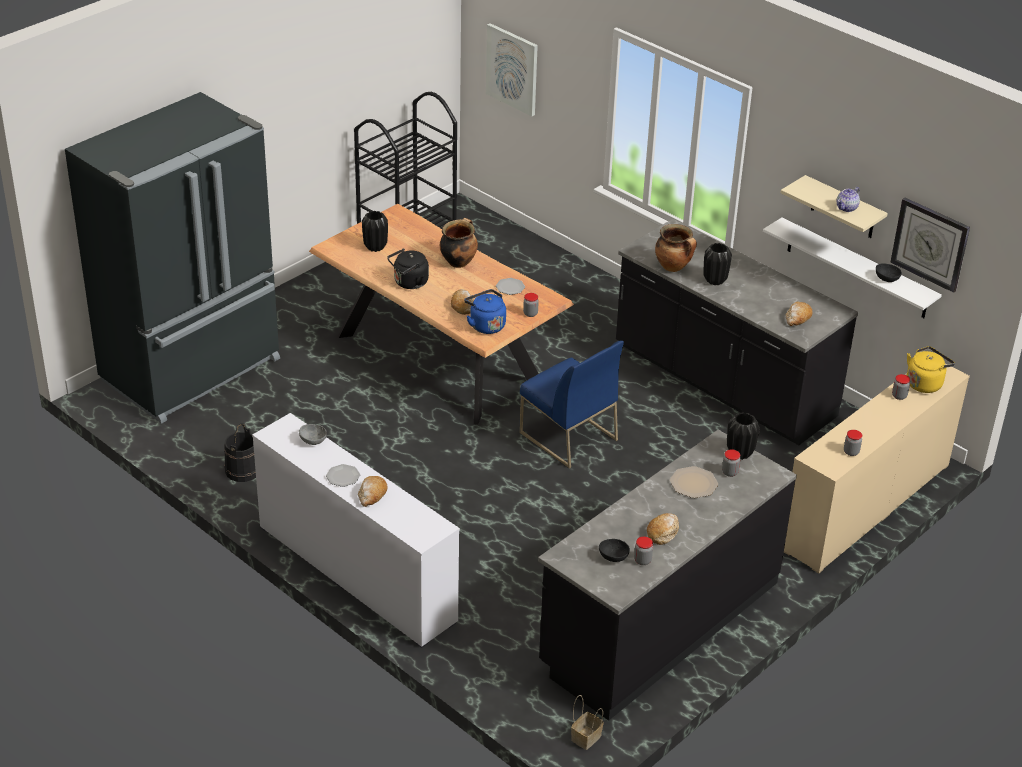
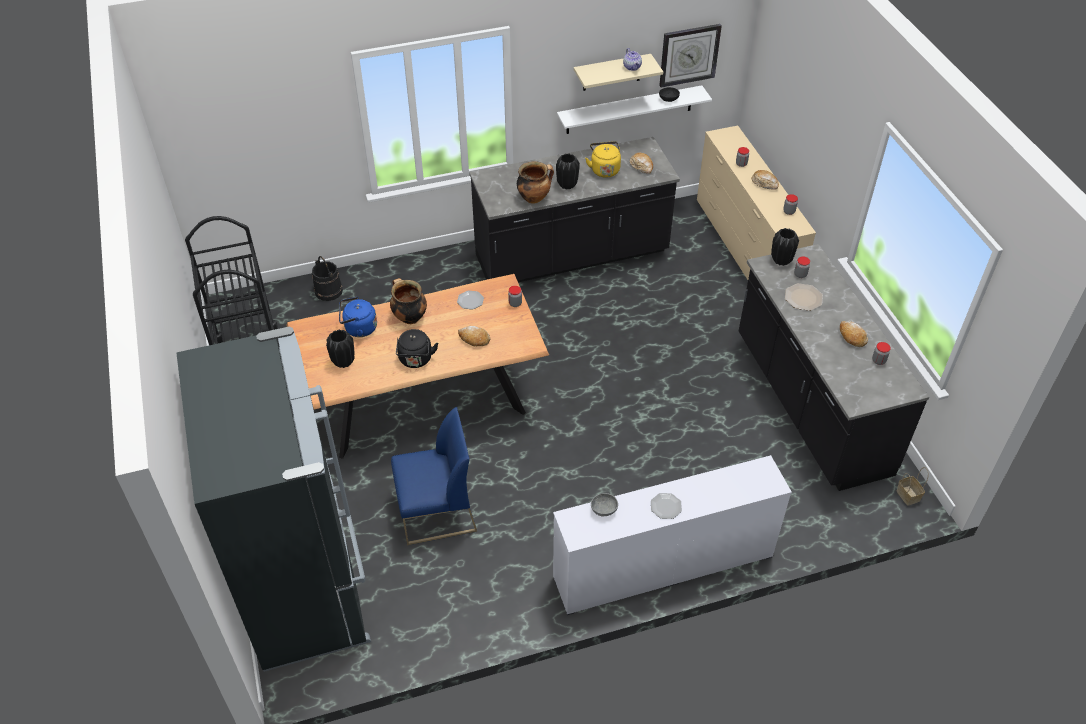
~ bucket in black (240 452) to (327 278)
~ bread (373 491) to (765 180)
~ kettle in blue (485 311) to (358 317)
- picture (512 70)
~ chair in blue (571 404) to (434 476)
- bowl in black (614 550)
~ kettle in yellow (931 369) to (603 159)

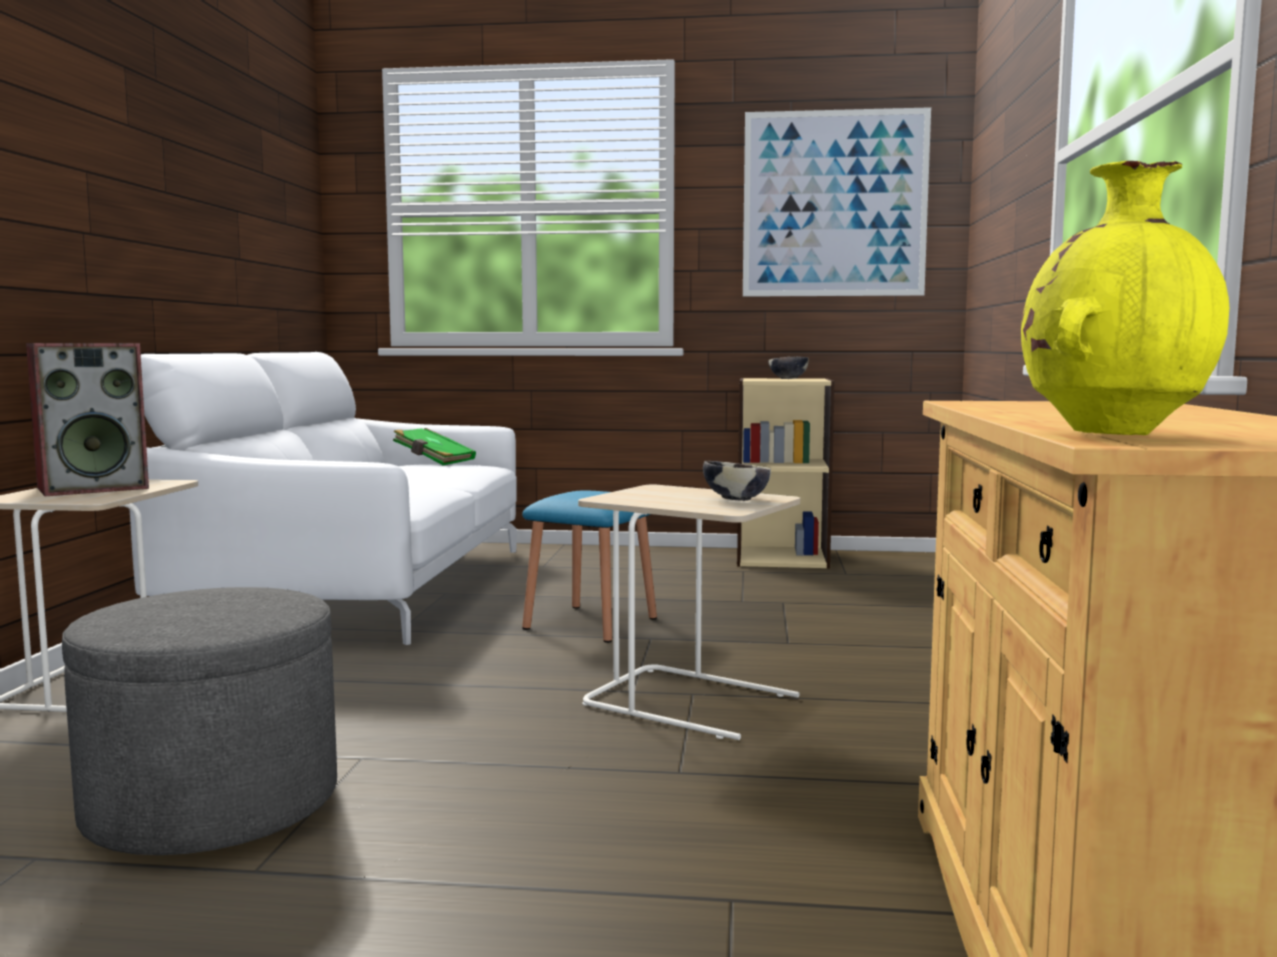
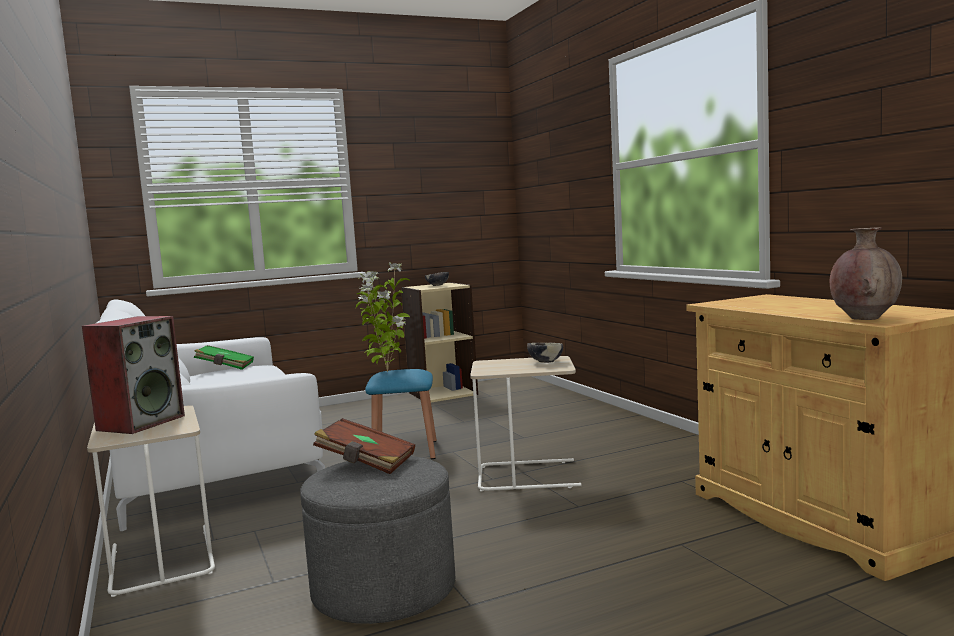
- picture (837 202)
~ vase in yellow (1125 298) to vase in brown (866 273)
+ book in brown (364 446)
+ potted plant (383 317)

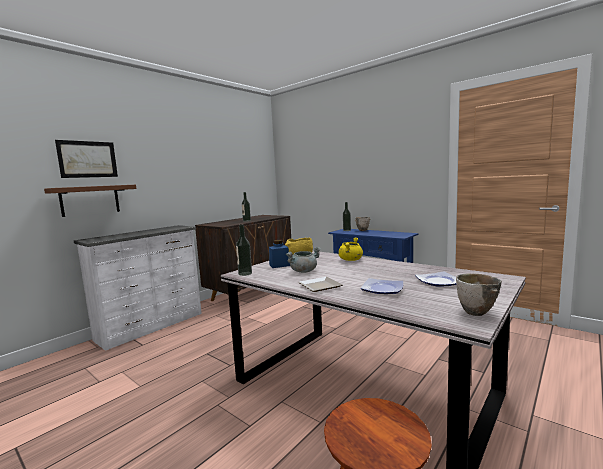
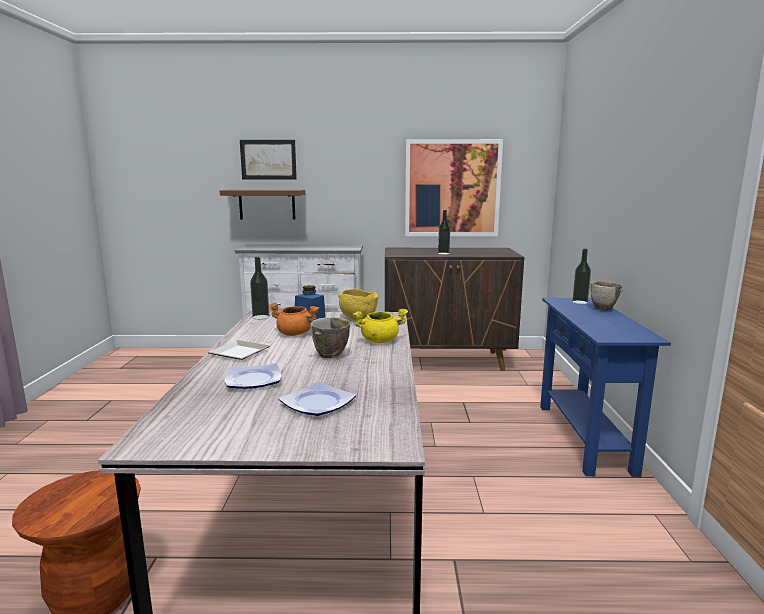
~ cooking pot in grey (303 260) to cooking pot in orange (294 319)
~ bowl (479 294) to (330 337)
+ picture (454 187)

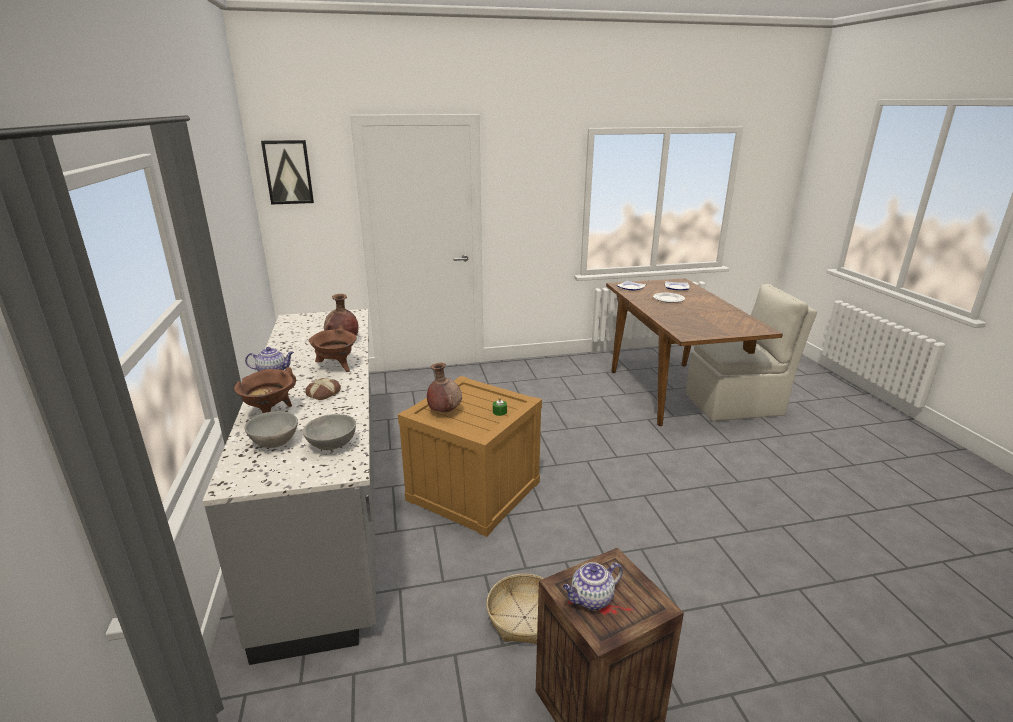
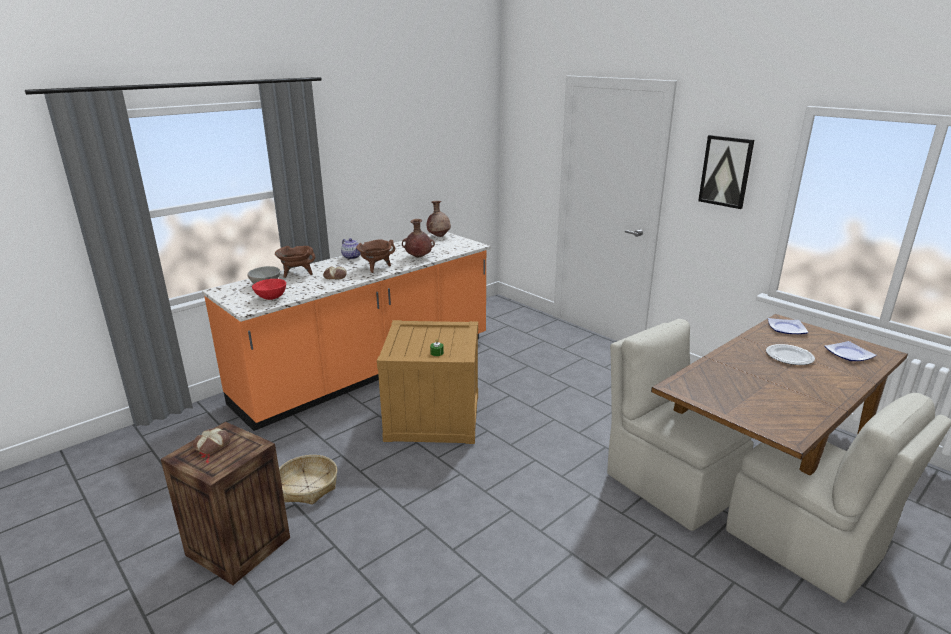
~ counter in grey (289 487) to counter in orange (346 331)
~ picture (287 172) to (726 172)
~ bowl in grey (329 432) to bowl in red (269 289)
~ vase in brown (444 387) to (439 219)
~ teapot (593 586) to bread (212 441)
+ chair in beige (680 425)

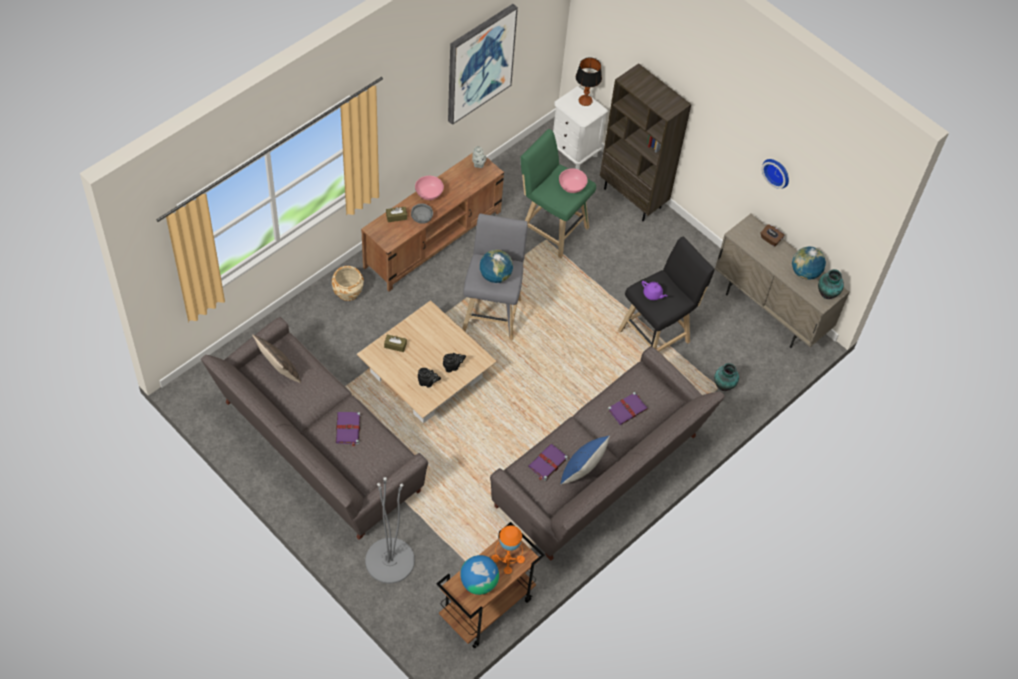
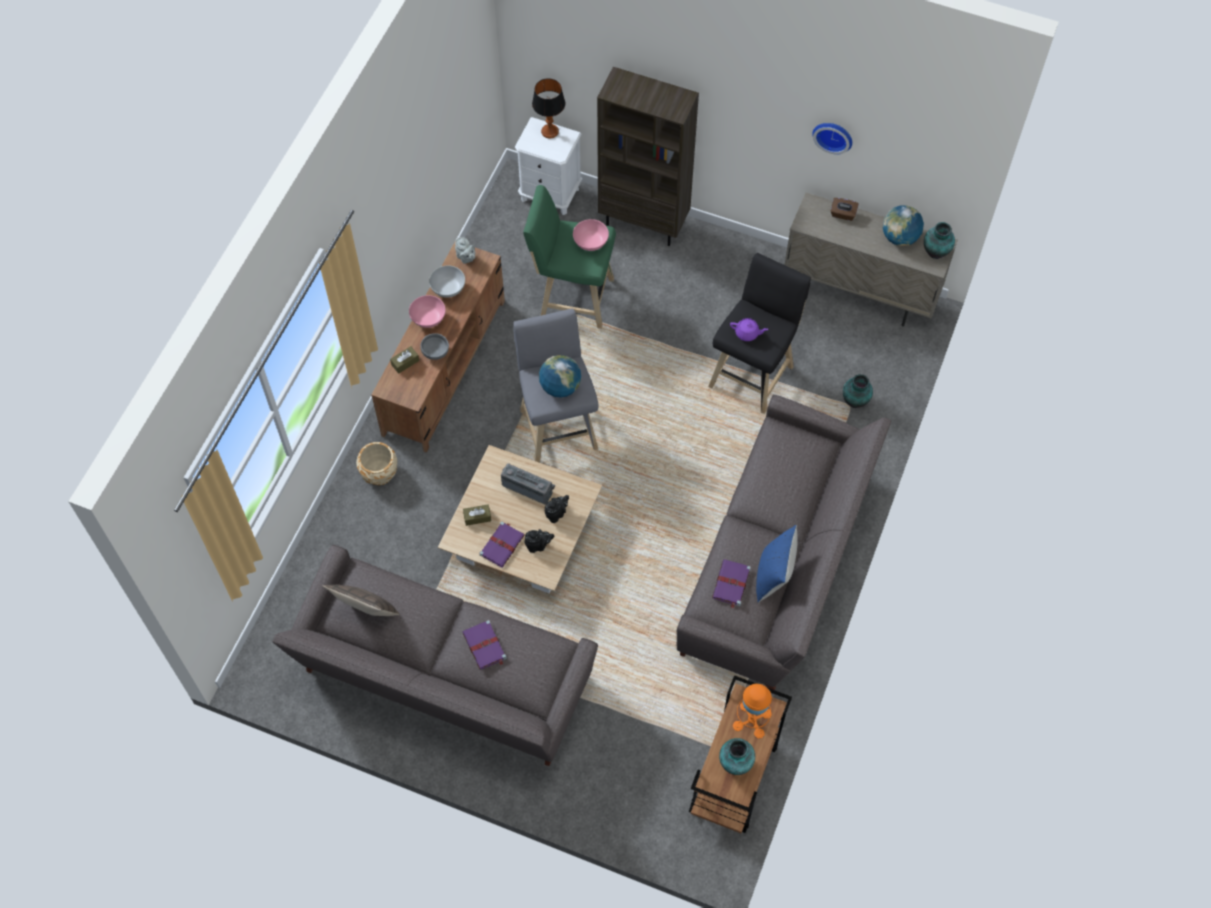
- floor lamp in grey (390 530)
- picture (483 64)
~ globe (479 575) to vase (737 756)
~ book in purple (627 408) to (502 545)
+ bowl in white (447 281)
+ radio (528 483)

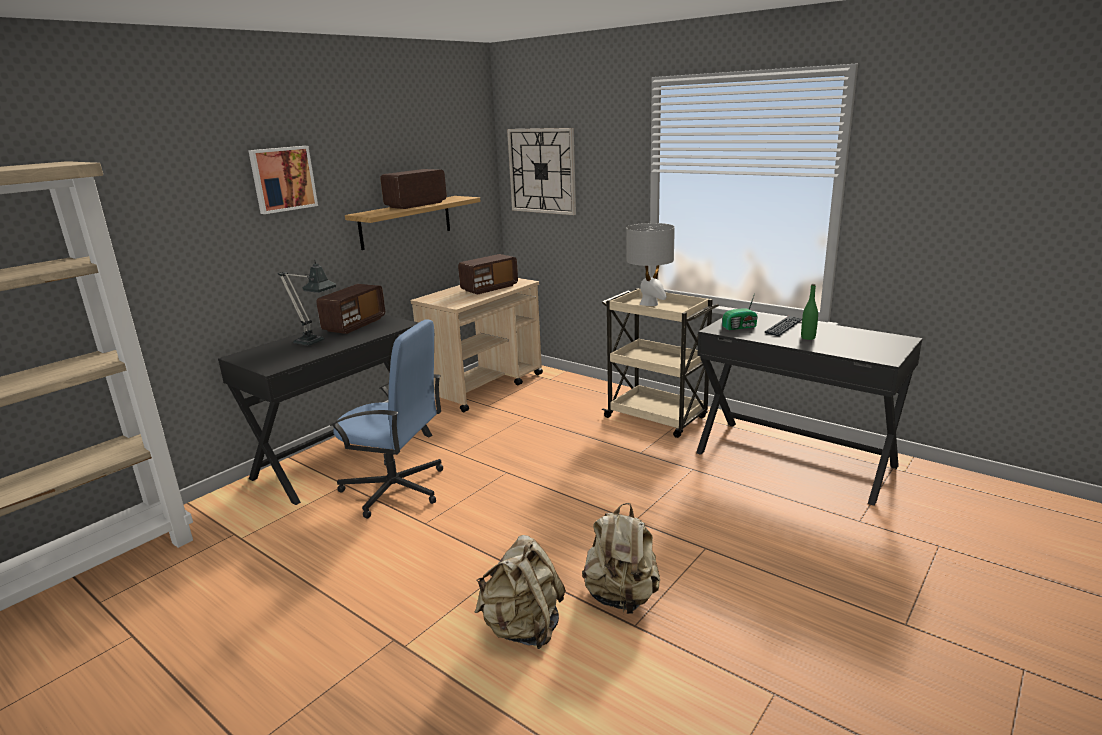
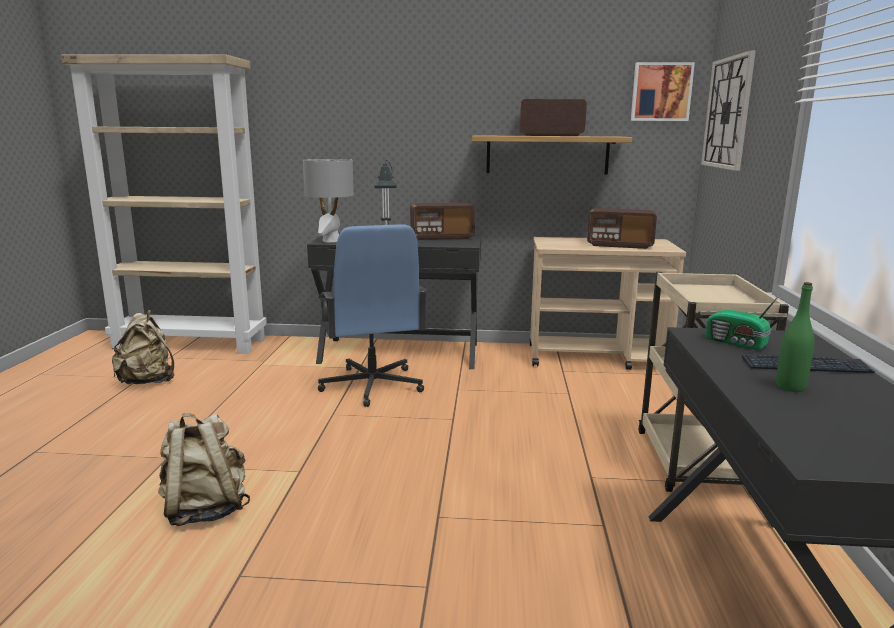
~ picture (283 180) to (663 91)
~ backpack in beige (621 558) to (142 347)
~ table lamp in grey (650 264) to (328 201)

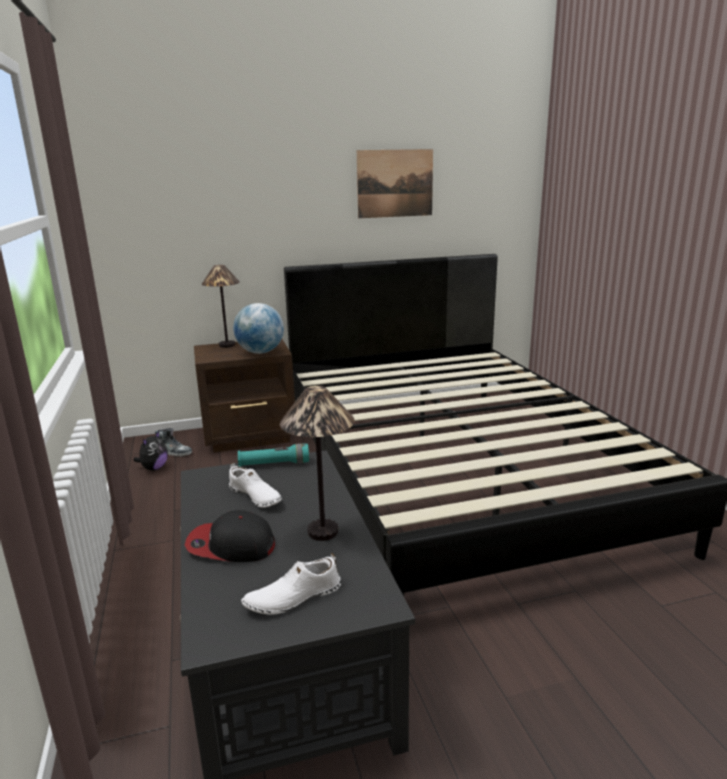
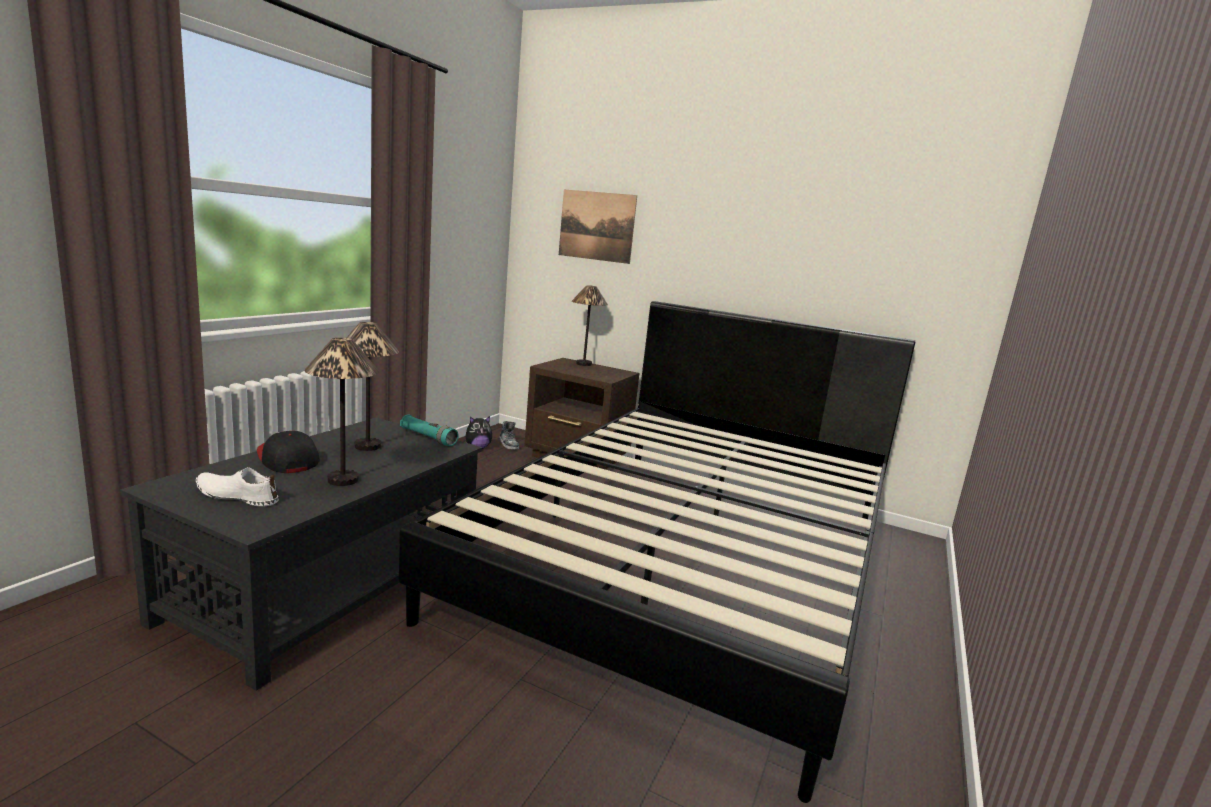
~ shoe in white (255 485) to table lamp (372 386)
- globe (258 328)
~ picture (395 183) to (598 226)

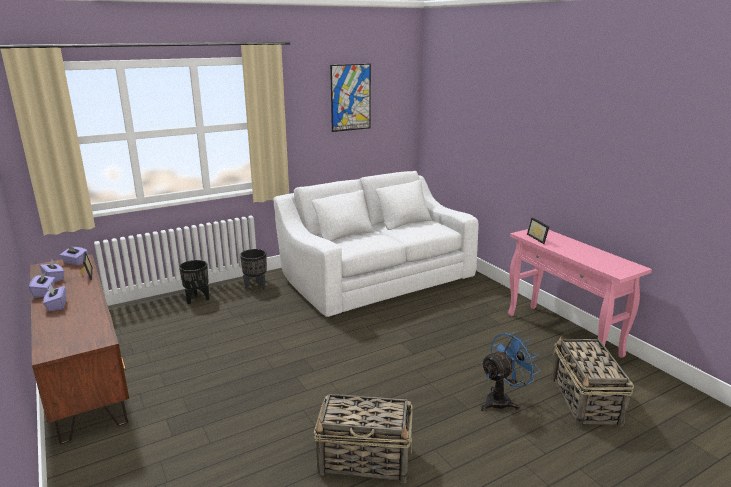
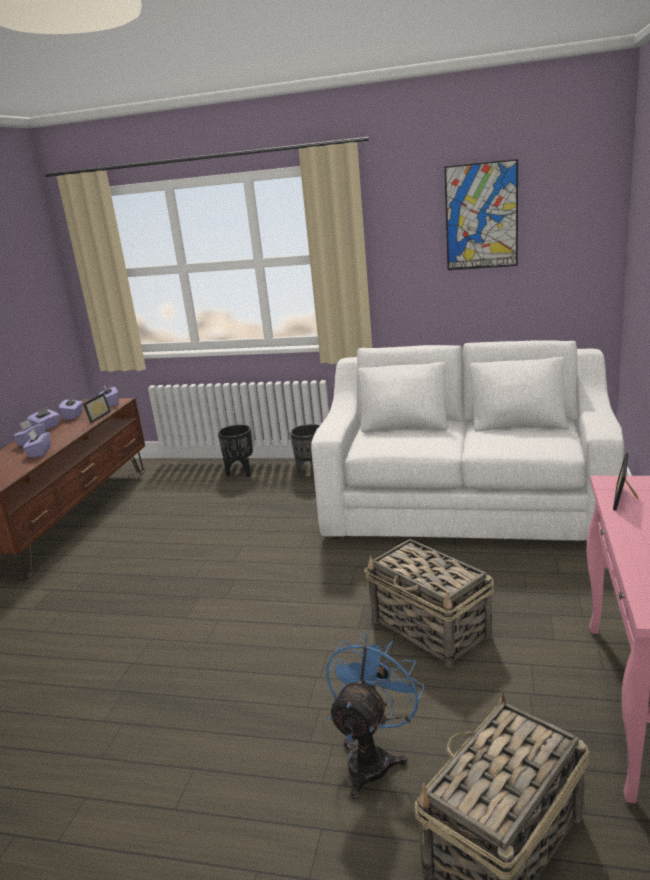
~ basket (363 438) to (429 603)
~ fan in blue (510 371) = (375 716) 75 degrees counterclockwise
+ tissue box in purple (37 444)

